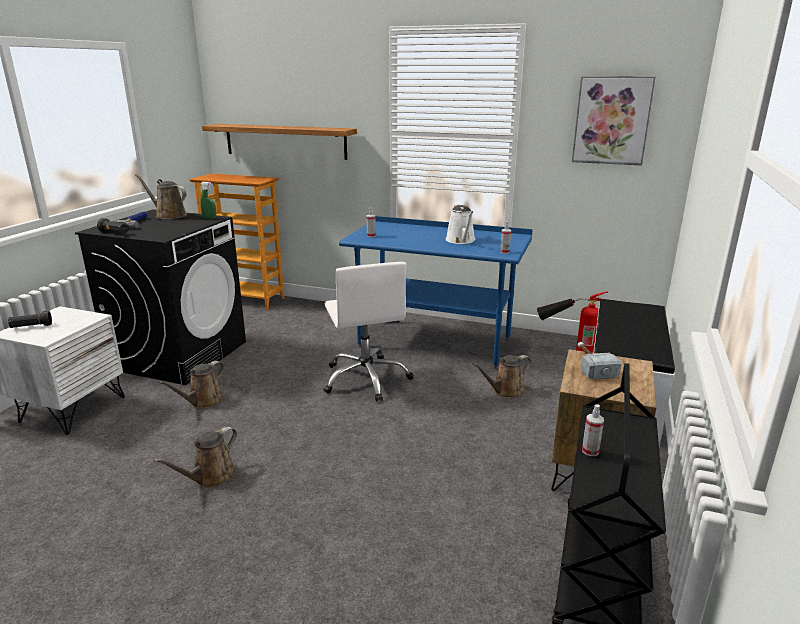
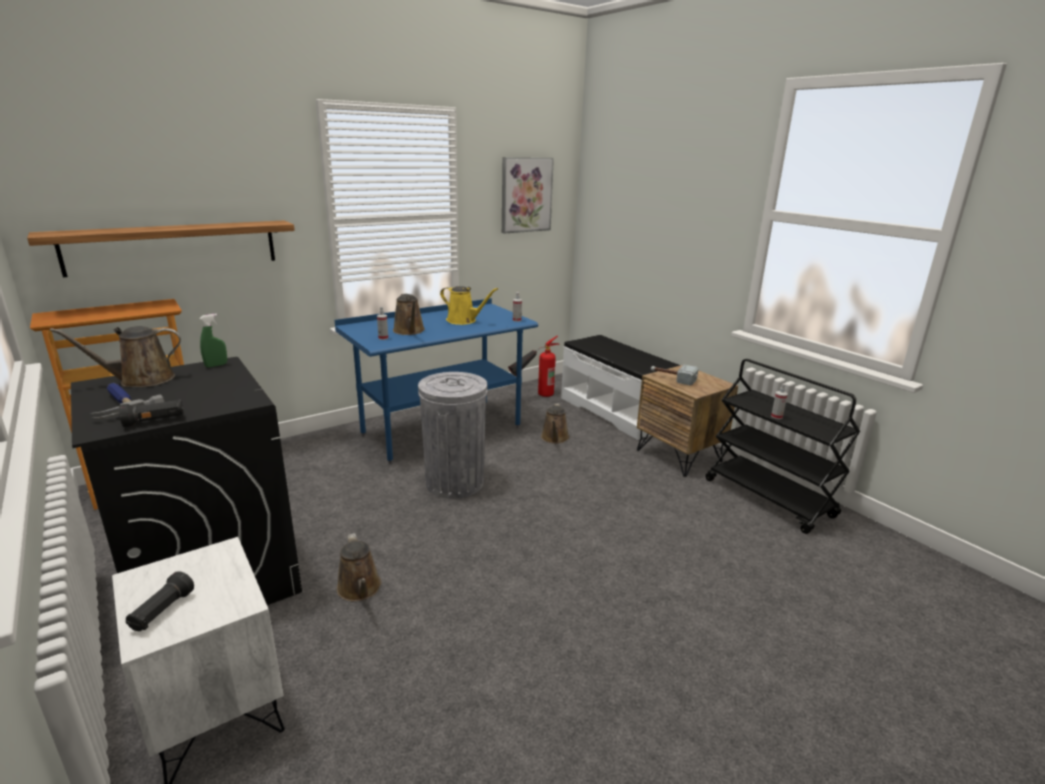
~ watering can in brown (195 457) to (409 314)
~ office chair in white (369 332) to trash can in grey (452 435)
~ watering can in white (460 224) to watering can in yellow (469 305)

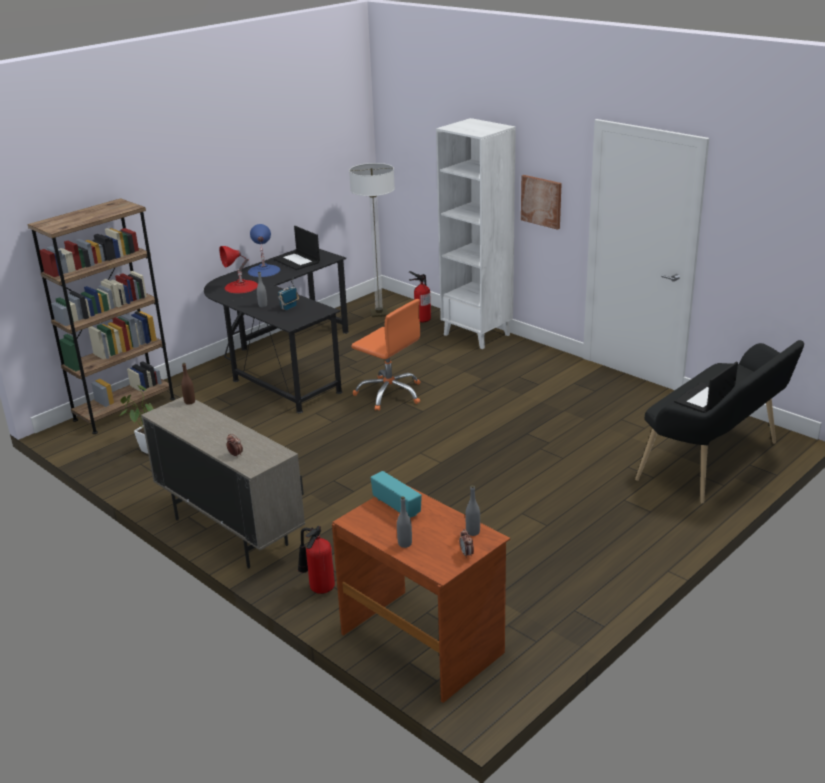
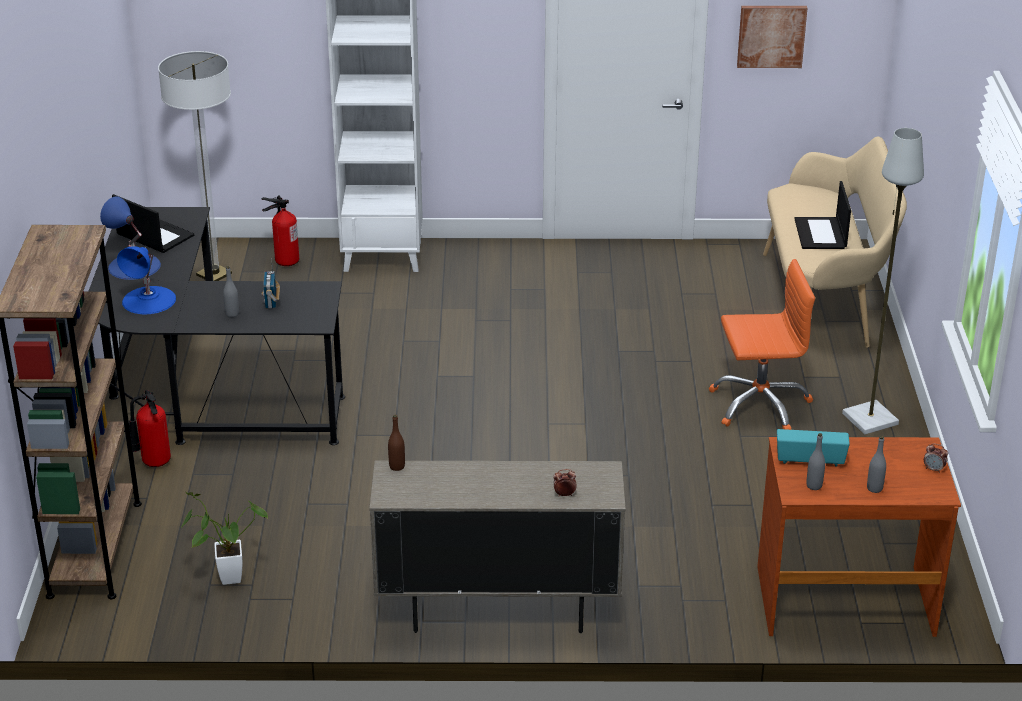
~ table lamp in red (238 269) to table lamp in blue (146 280)
~ laptop (297 248) = (153 223) 150 degrees counterclockwise
~ fire extinguisher (316 560) to (150 428)
~ office chair in orange (386 355) to (762 344)
~ bottle in grey (473 510) to (816 461)
~ picture (541 202) to (772 37)
~ bench in black (719 421) to bench in beige (835 242)
+ floor lamp in grey (883 281)

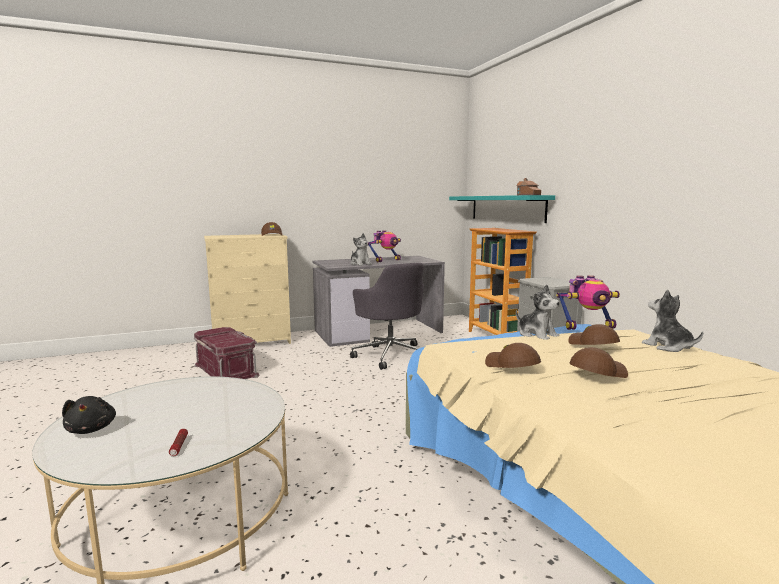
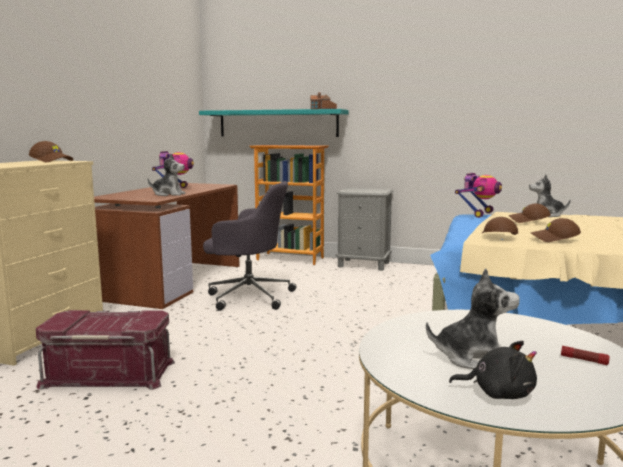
~ desk in grey (379 301) to desk in brown (167 246)
~ plush toy (538 312) to (473 318)
~ cap in brown (598 362) to (499 226)

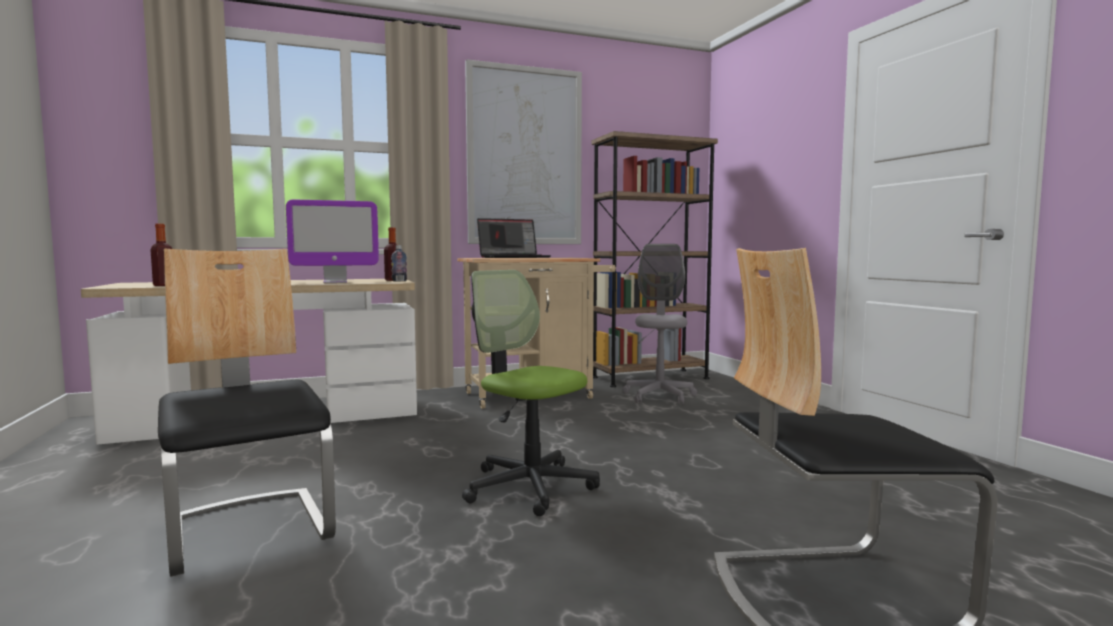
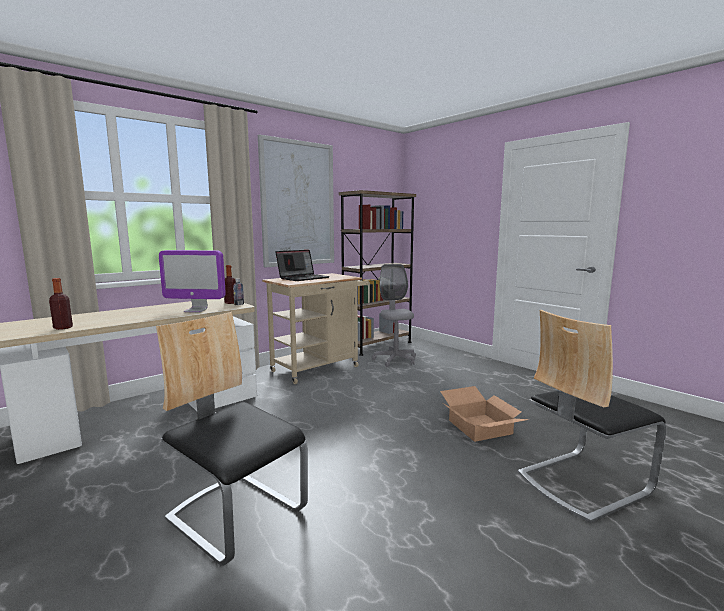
~ monitor (332 241) = (192 281) 45 degrees clockwise
- office chair (531 393)
+ cardboard box (485 414)

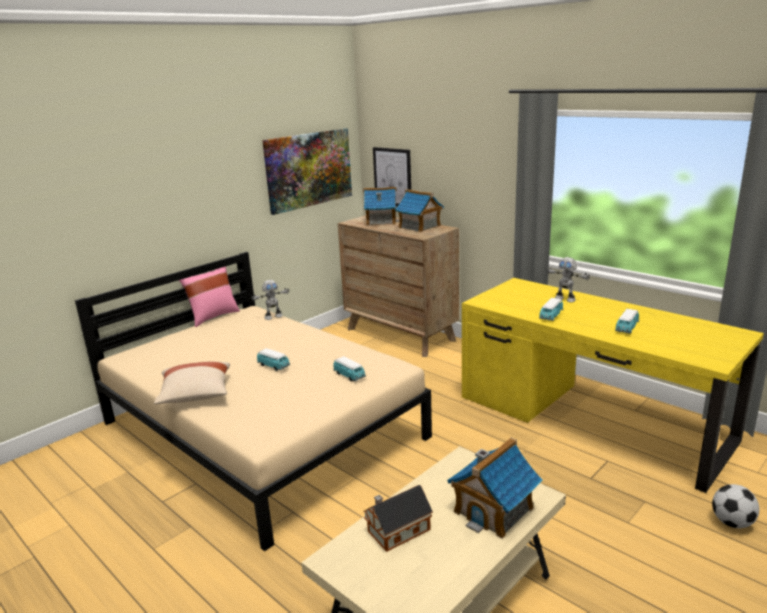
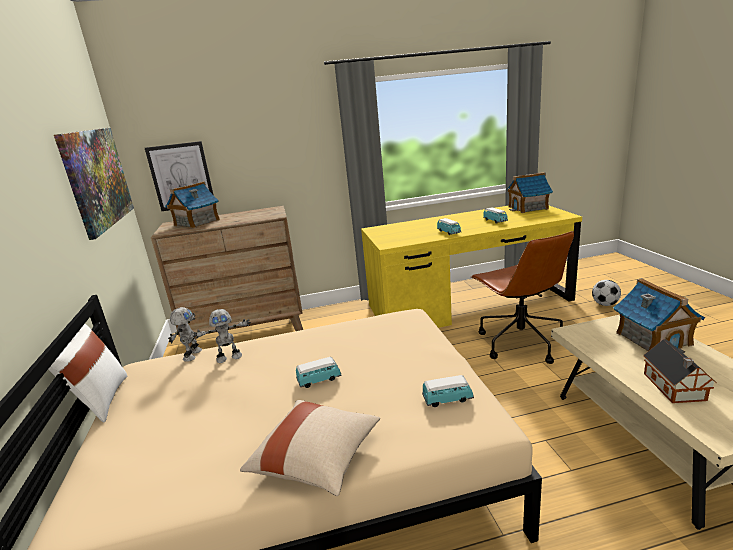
~ pillow in pink (209 296) to pillow in white (87 373)
~ toy car (349 368) to (448 391)
~ toy house (419 210) to (530 192)
~ toy robot (568 279) to (222 336)
+ office chair in brown (522 297)

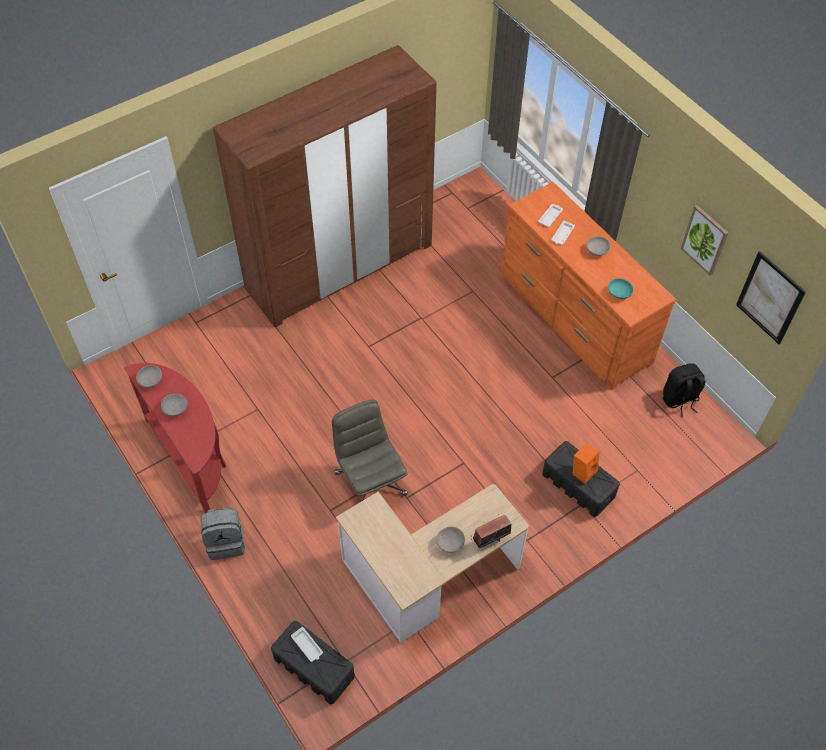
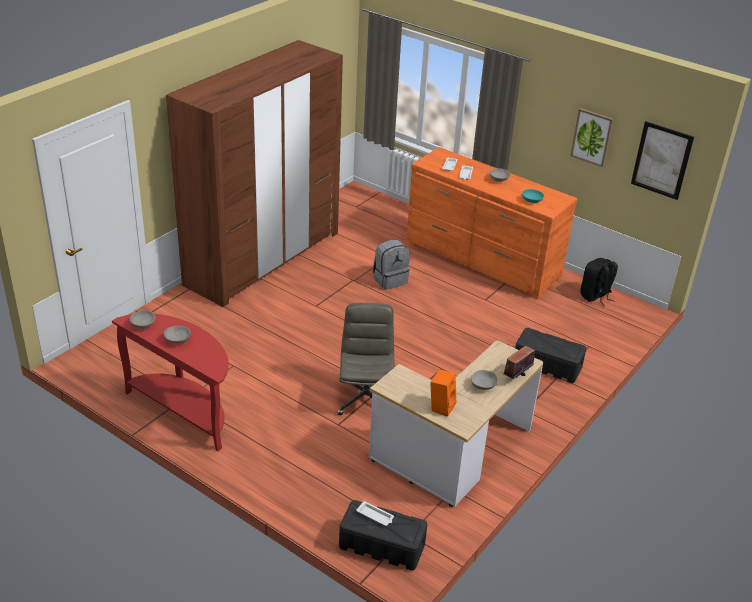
~ backpack in grey (222 533) to (391 265)
~ office chair in grey (370 450) = (366 359) 45 degrees clockwise
~ speaker in orange (586 463) to (443 393)

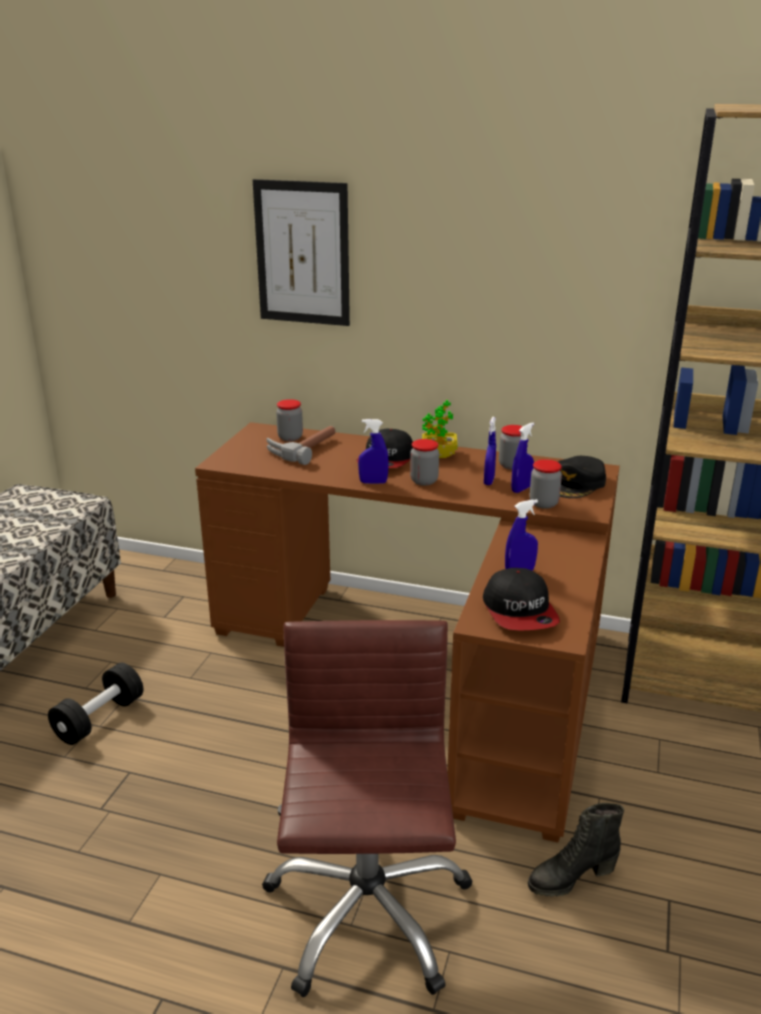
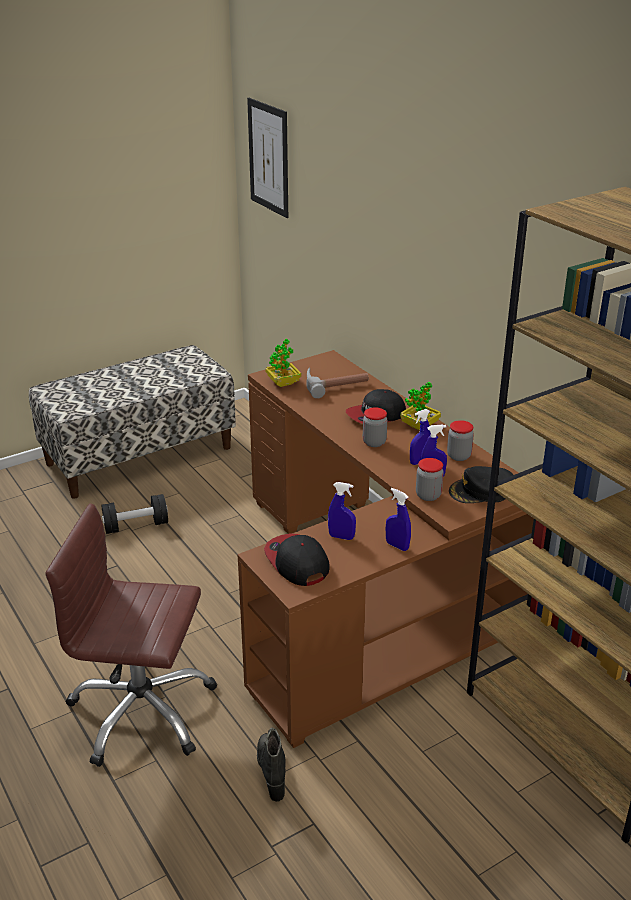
~ picture (301 252) to (267 158)
~ office chair in brown (367 808) = (131 635) 120 degrees counterclockwise
- jar (289 420)
~ spray bottle in blue (373 451) to (398 519)
~ cap (521 599) = (296 559) 120 degrees clockwise
~ boot in black (576 850) = (271 765) 60 degrees clockwise
+ potted plant (283 363)

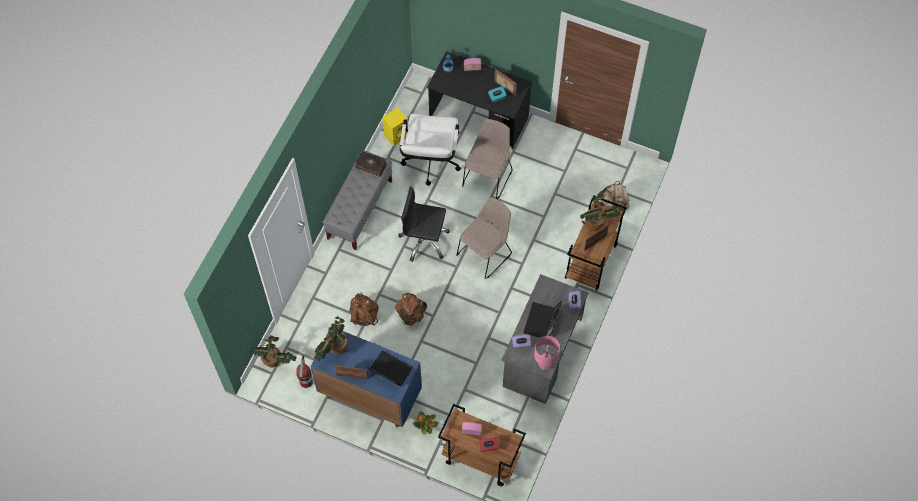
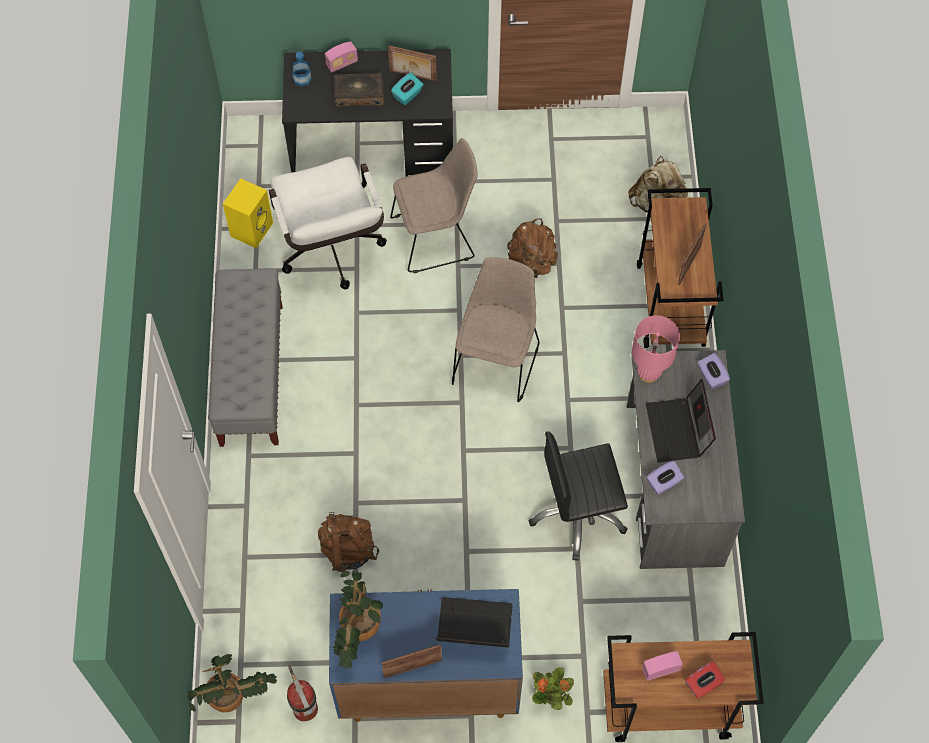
~ book (371 164) to (359 90)
~ backpack in brown (411 309) to (532 248)
~ office chair in black (424 224) to (578 496)
~ chair in beige (487 159) = (433 205) 75 degrees clockwise
~ table lamp in pink (547 353) to (656 349)
- potted plant (602 212)

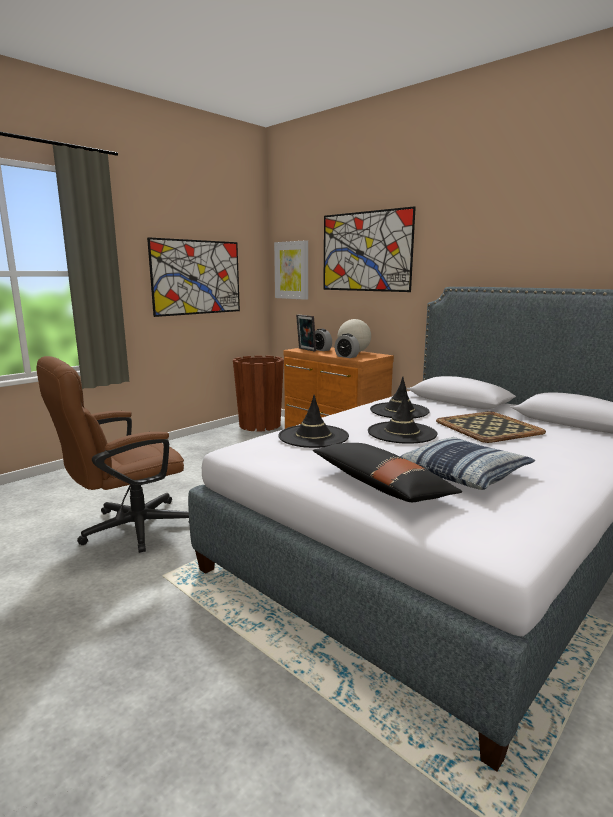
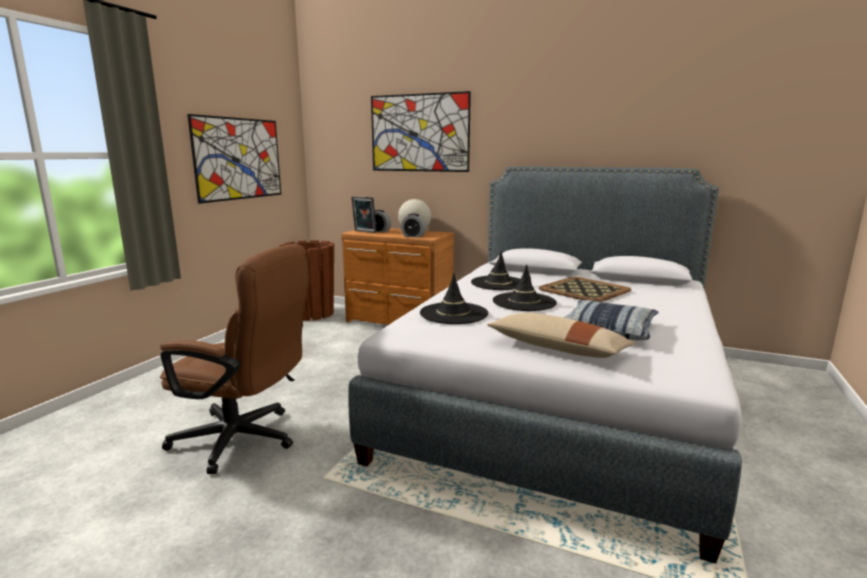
~ office chair in brown (112 454) = (234 359) 105 degrees counterclockwise
- picture (291 270)
~ pillow in black (387 472) to pillow in beige (561 335)

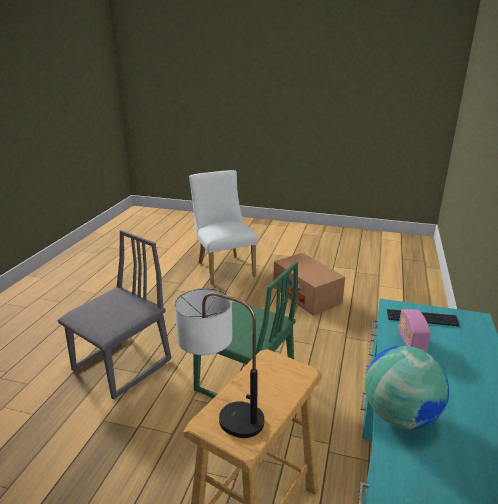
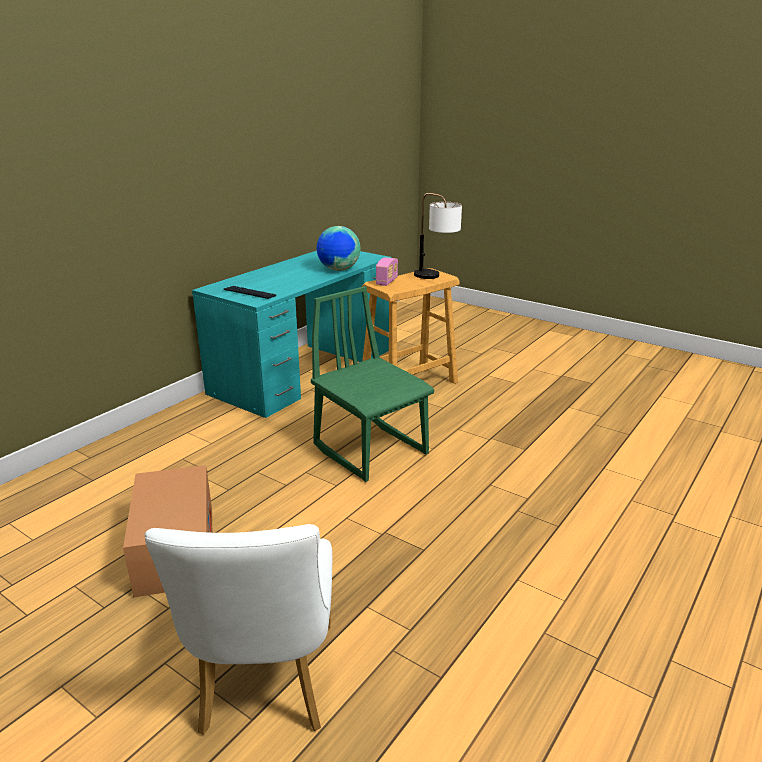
- chair in grey (114 315)
~ radio (414 330) to (387 271)

